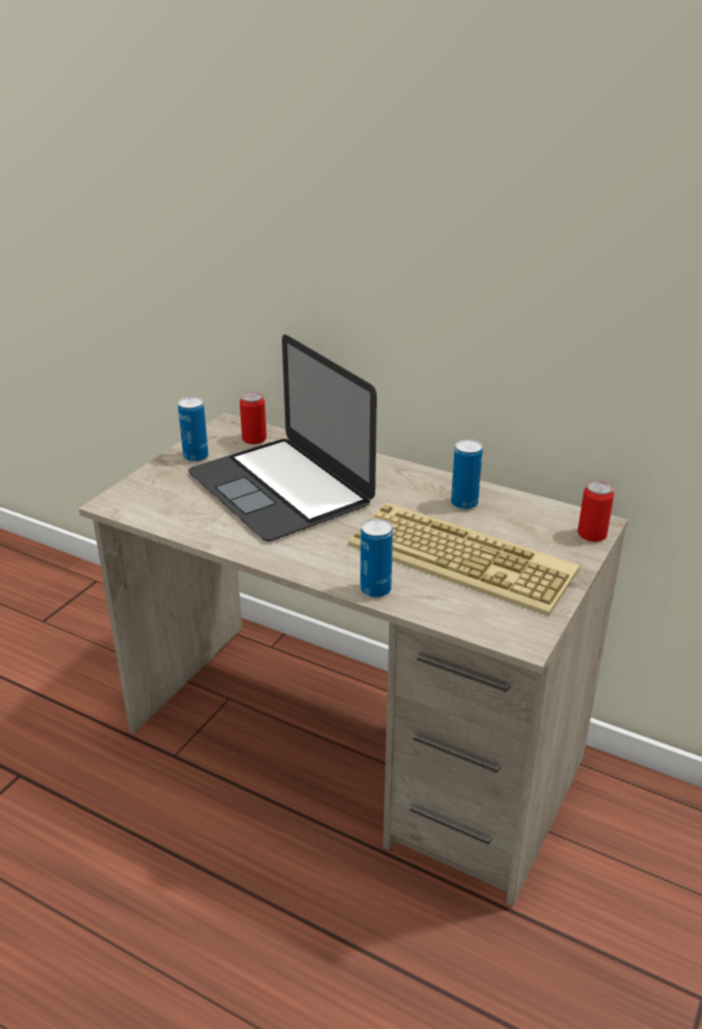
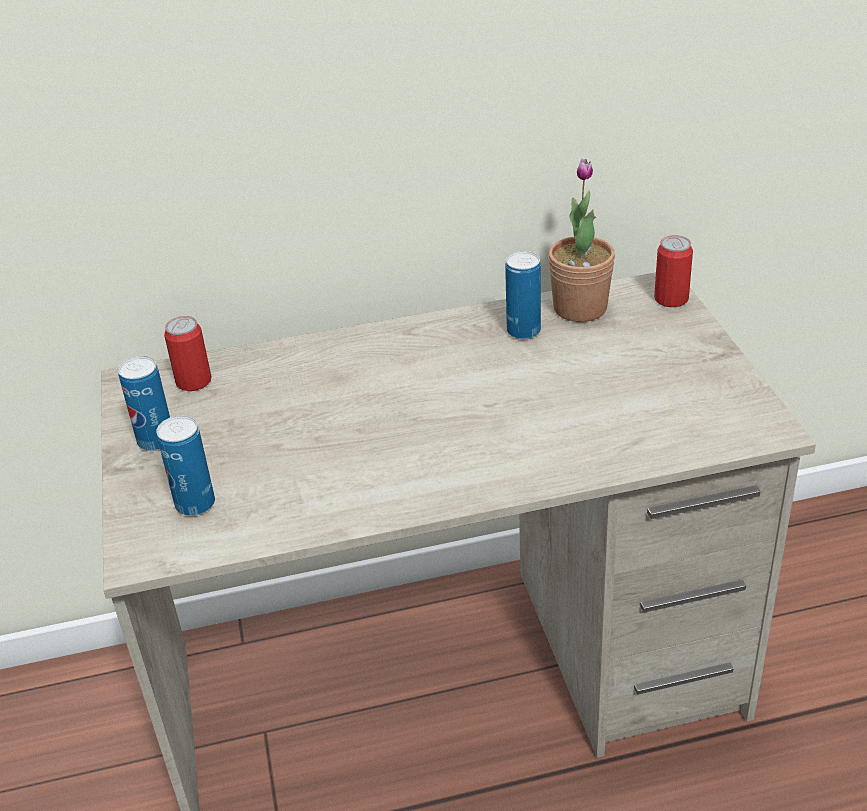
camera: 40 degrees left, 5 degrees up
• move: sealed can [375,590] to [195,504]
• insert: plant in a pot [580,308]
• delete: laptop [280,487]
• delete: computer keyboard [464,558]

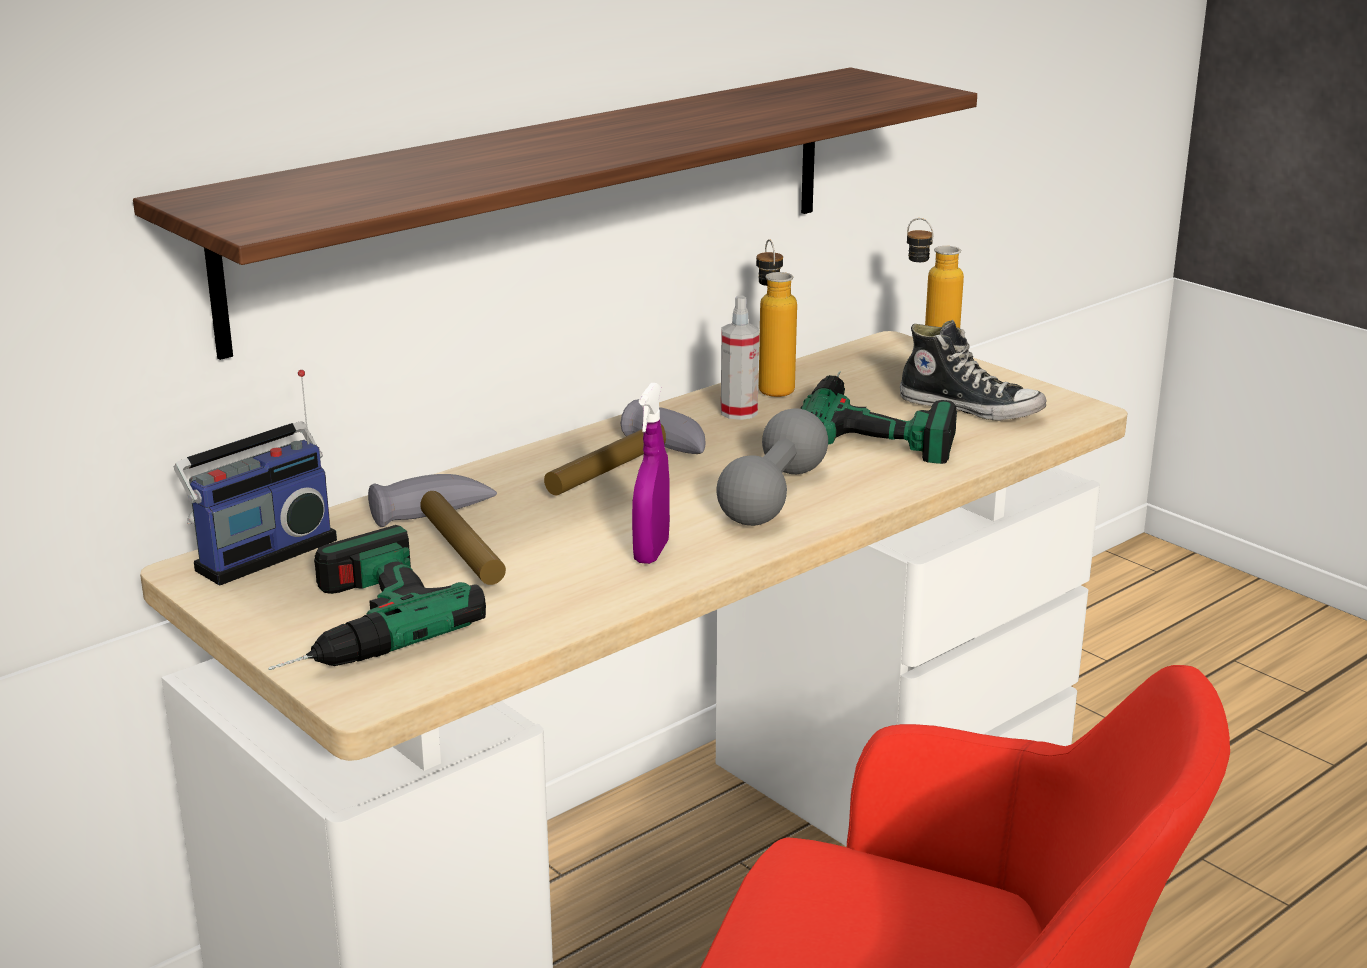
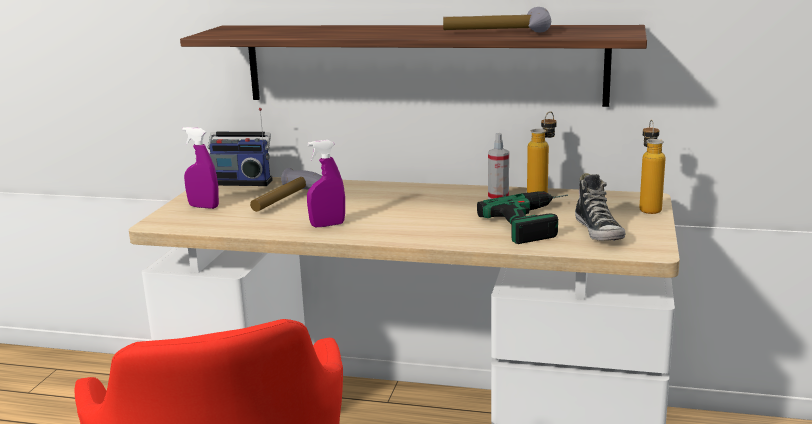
camera: 55 degrees right, 5 degrees down
• replace: power drill [347,625] to purple-coloured hand sprayer [203,207]
• move: hand hammer [625,472] to [497,34]
• delete: grey dumbbell [773,496]

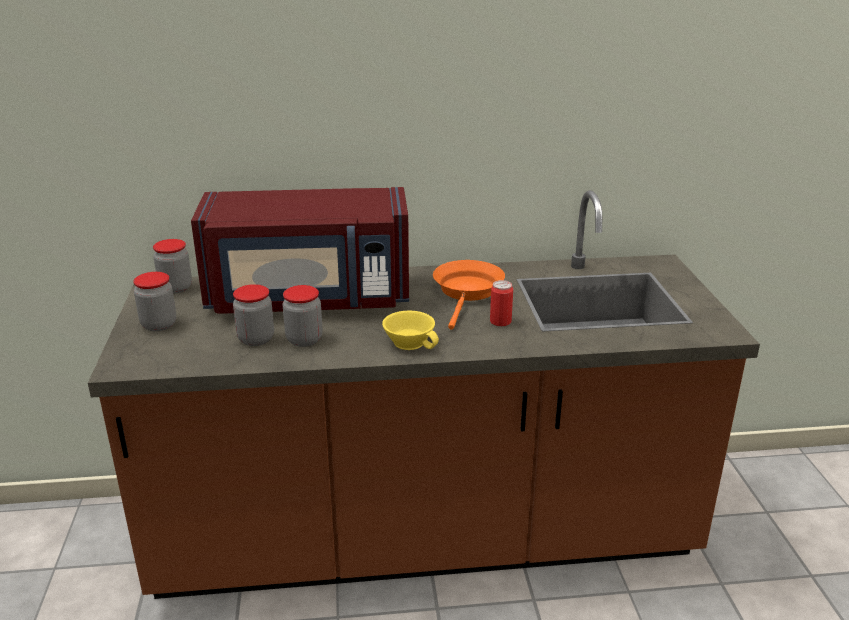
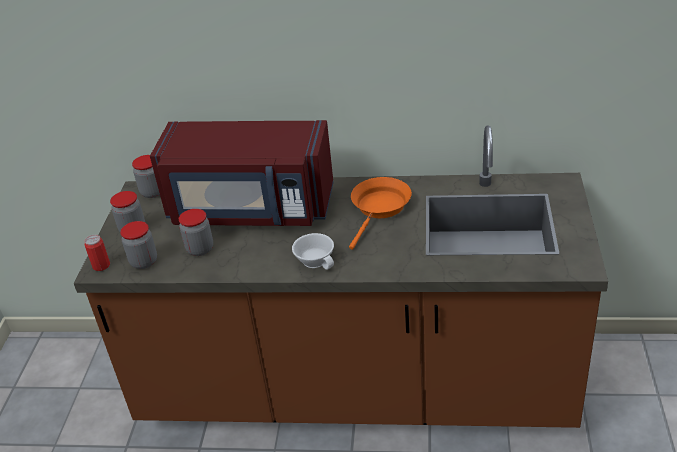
camera: 15 degrees right, 10 degrees up
• move: sealed can [500,321] to [101,265]
• move: storage jar [304,340] to [144,262]
• recolor: yellow-coloured cup [411,342] to whitish cup [316,260]

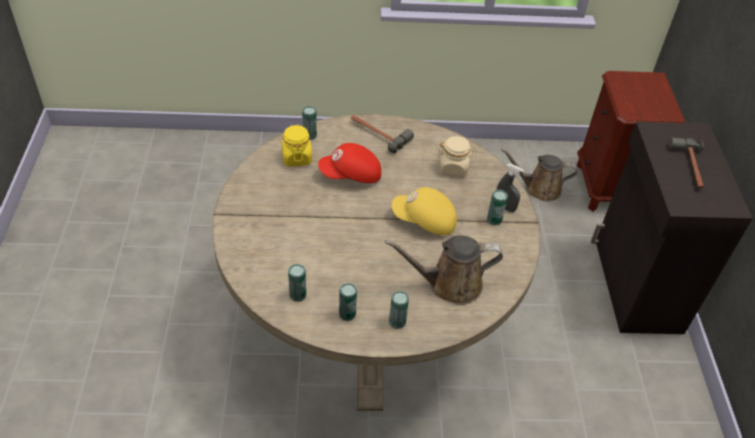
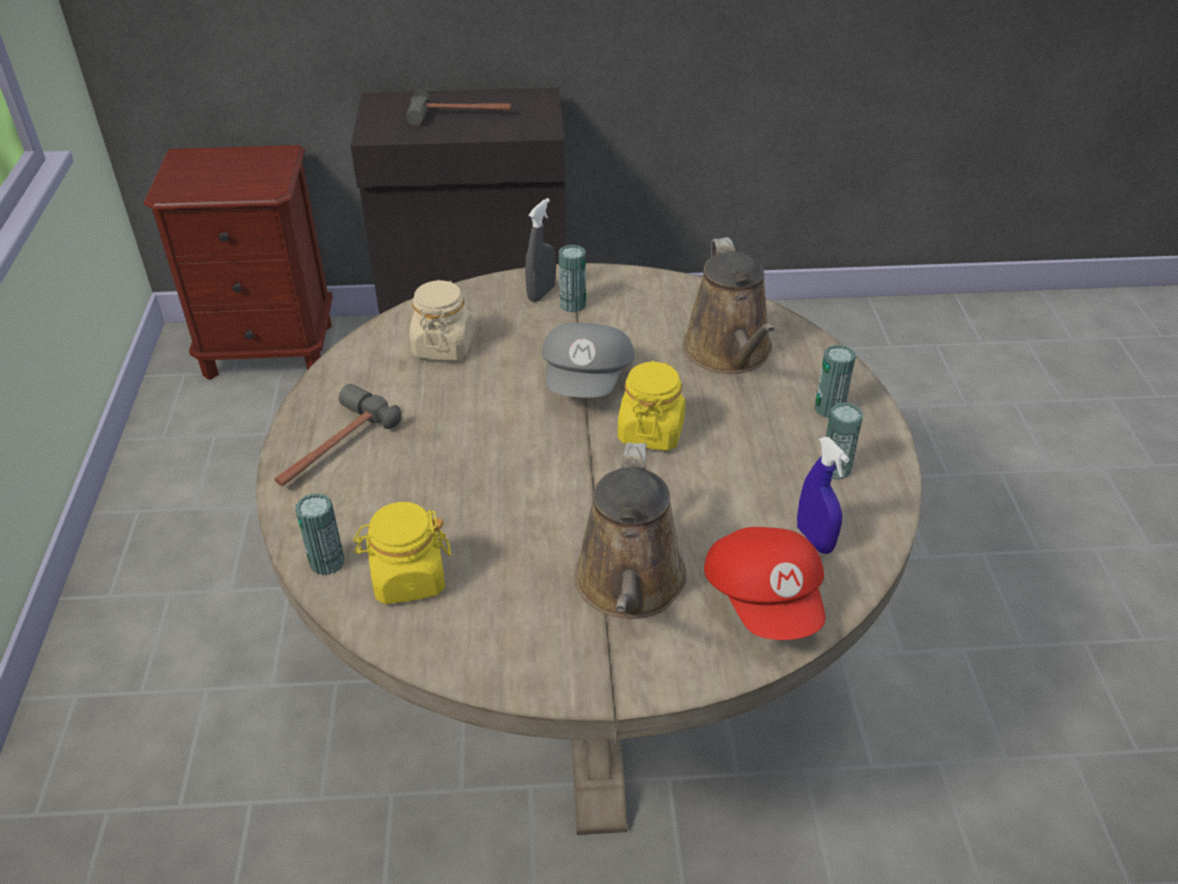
camera: 90 degrees left, 5 degrees down
• recolor: yellow-coloured baseball cap [424,221] to grey baseball cap [588,381]
• move: brown sprinkling can [539,188] to [629,586]
• insert: yellow-coloured storage jar [651,431]
• move: reddish baseball cap [351,175] to [766,599]
• replace: sealed can [297,295] to blue-coloured hand sprayer [814,539]

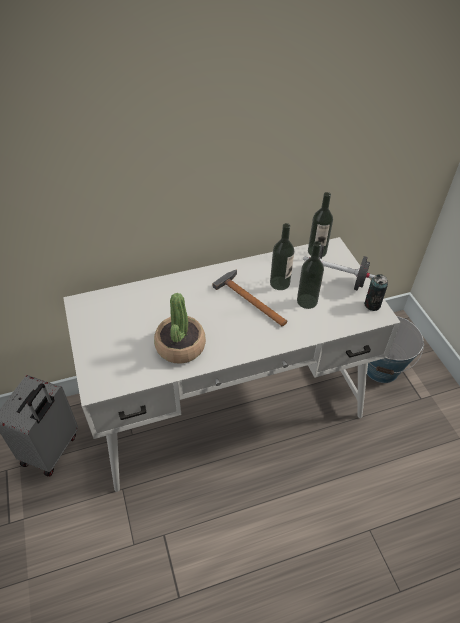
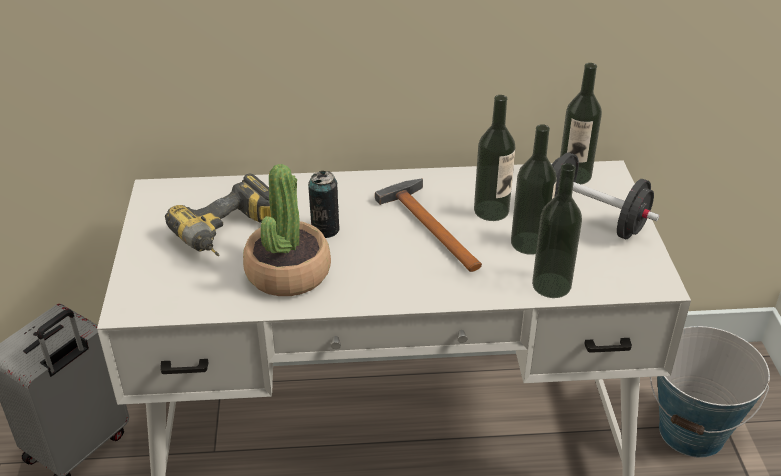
camera: 15 degrees right, 10 degrees down
• insert: power drill [230,235]
• move: sealed can [372,305] to [325,229]
• insert: bottle [551,285]

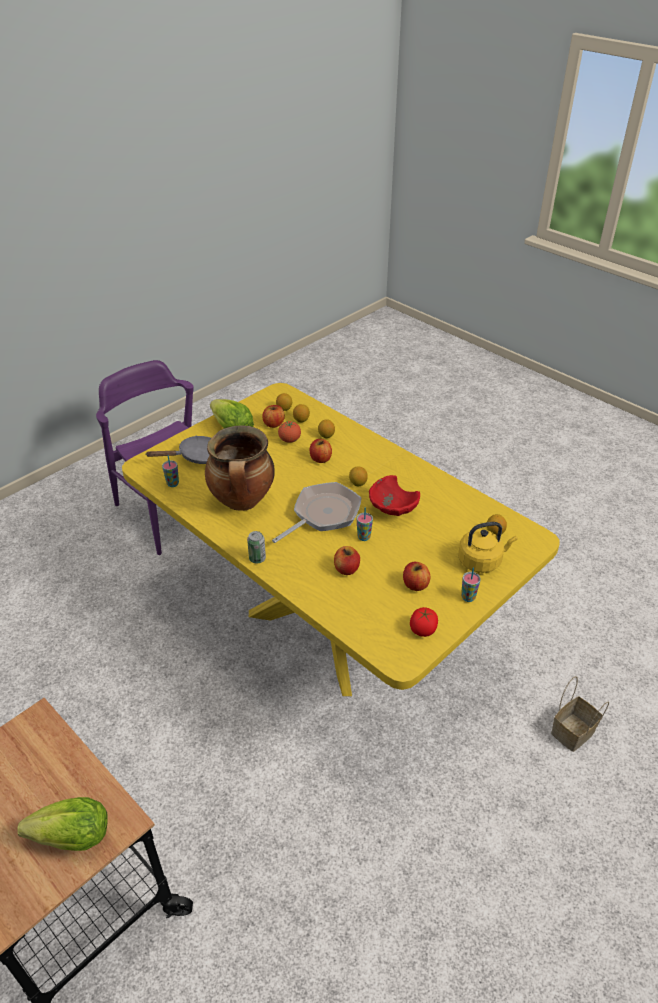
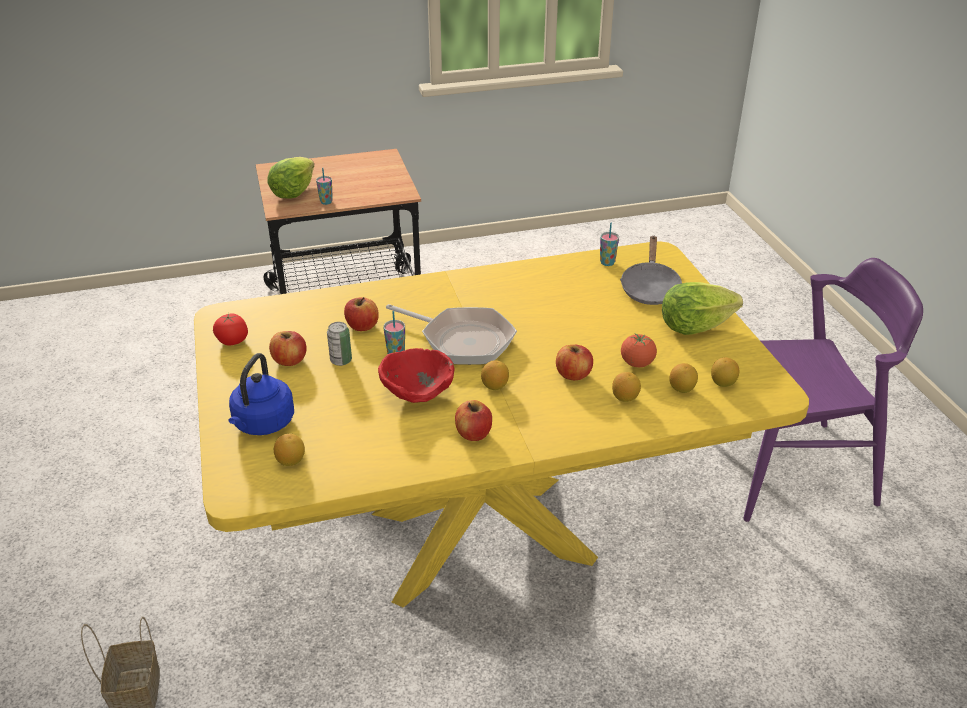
camera: 120 degrees right, 5 degrees down
• recolor: yellow-coloured water kettle [481,561] to blue-coloured water kettle [262,424]
• move: cup [468,597] to [326,202]
• move: sealed can [257,558] to [341,360]
• rotate: frying pan [323,514] = [462,340] 45 degrees counterclockwise
• move: apple [273,424] to [473,434]
• delete: saucepot [243,502]

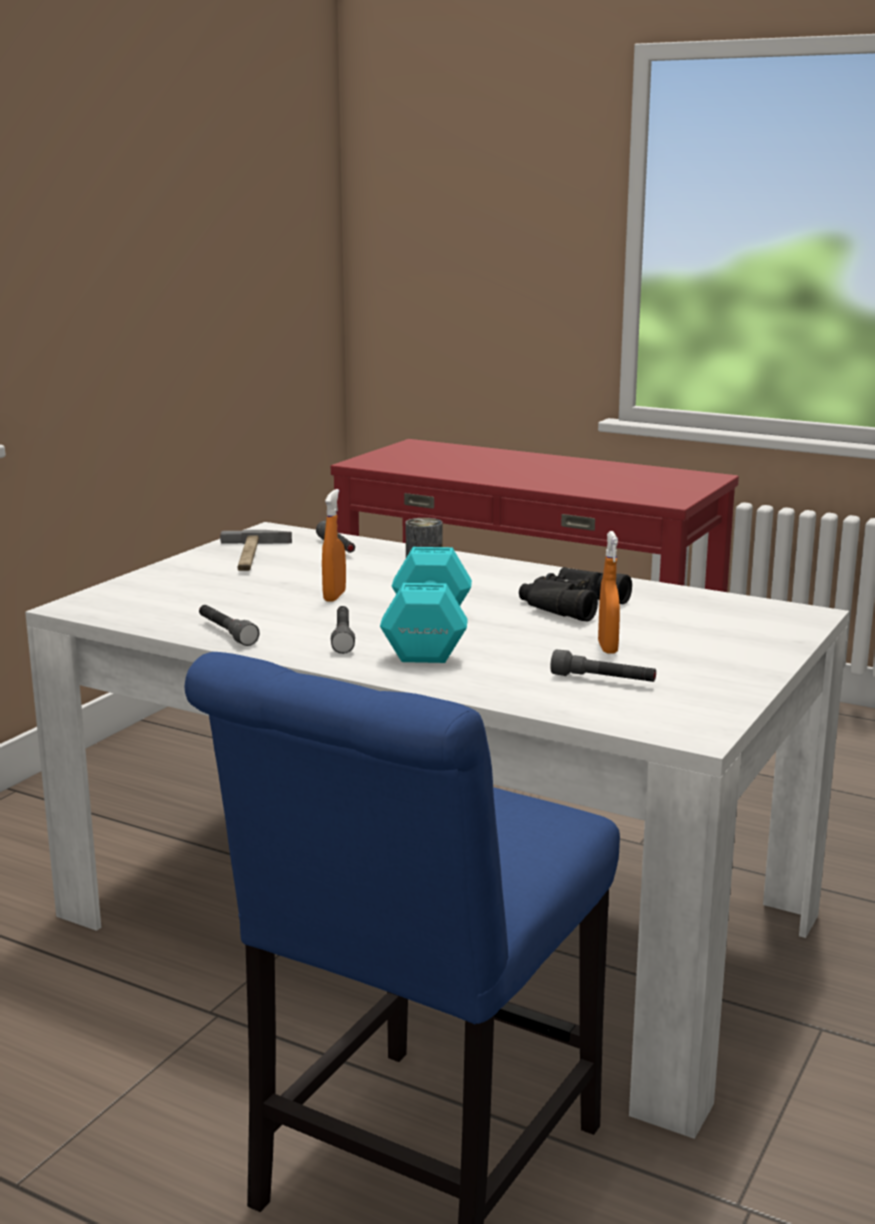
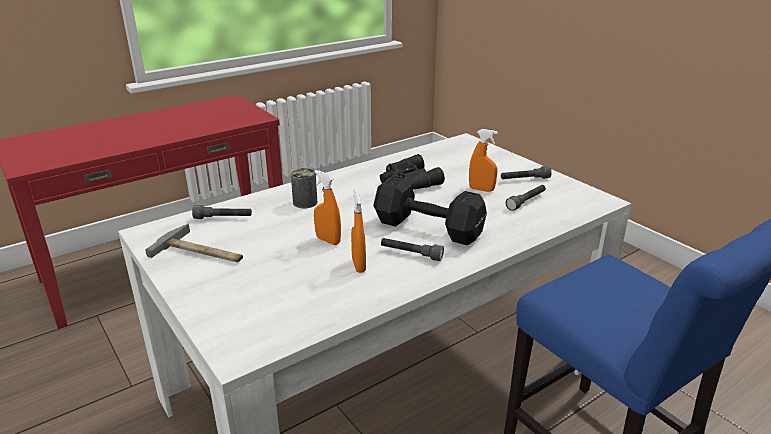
camera: 65 degrees left, 10 degrees up
• insert: orange hand sprayer [358,265]
• recolor: blue-green dumbbell [430,634] to blackish dumbbell [426,227]
• move: grey torch [226,633] to [524,179]

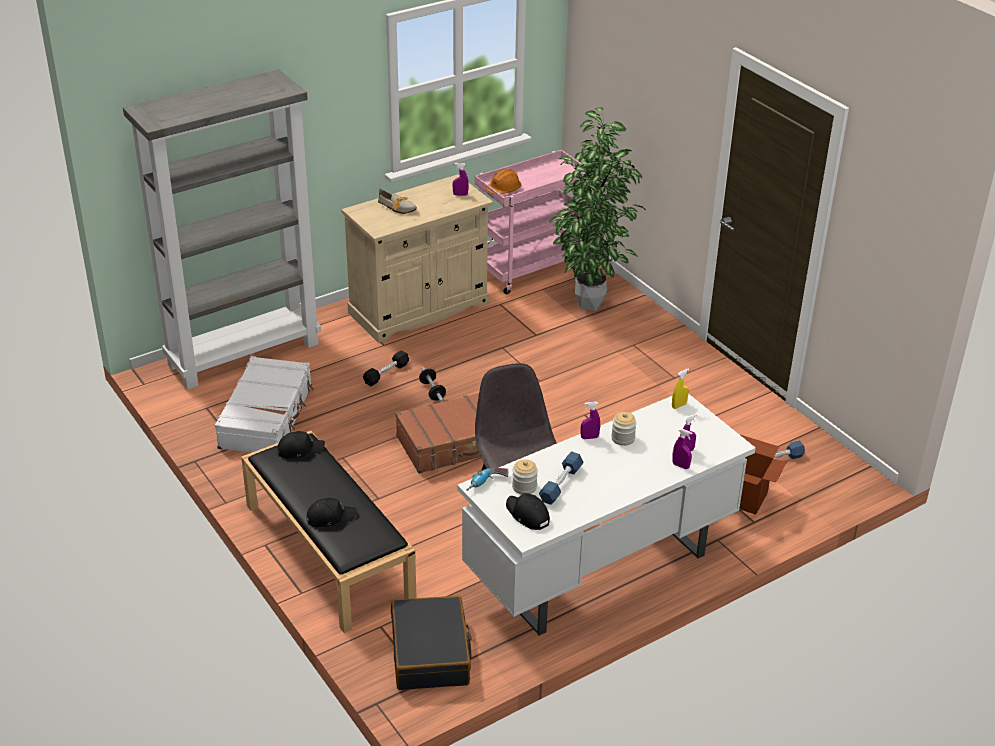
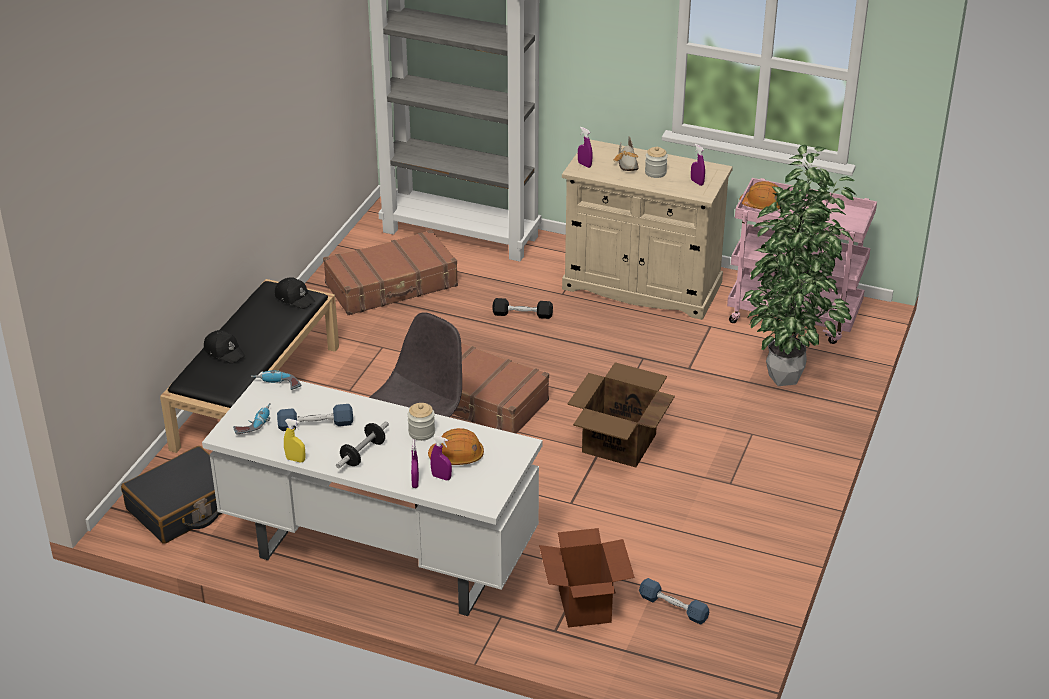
camera: 55 degrees right, 0 degrees up
• replace: blackish baseball cap [527,515] to power drill [254,424]
• move: yellow-coloured hand sprayer [679,405] to [295,459]
• recolor: whitish travel case [267,417] to brown travel case [392,285]
• move: dumbbell [432,391] to [363,453]
• insert: orange hard hat [457,456]
• insert: packing box [618,443]
• move: purple-coloured hand sprayer [589,437] to [584,165]
• move: storage jar [524,487] to [655,172]

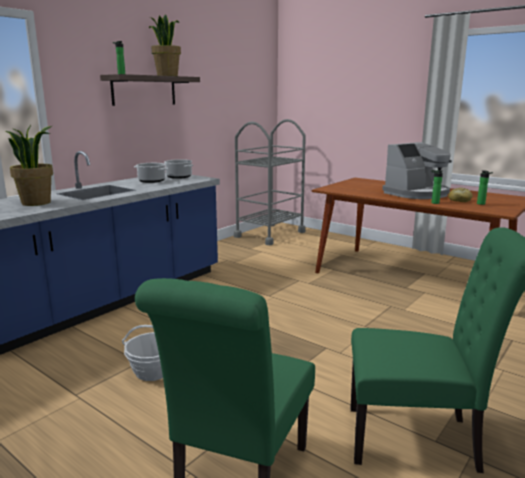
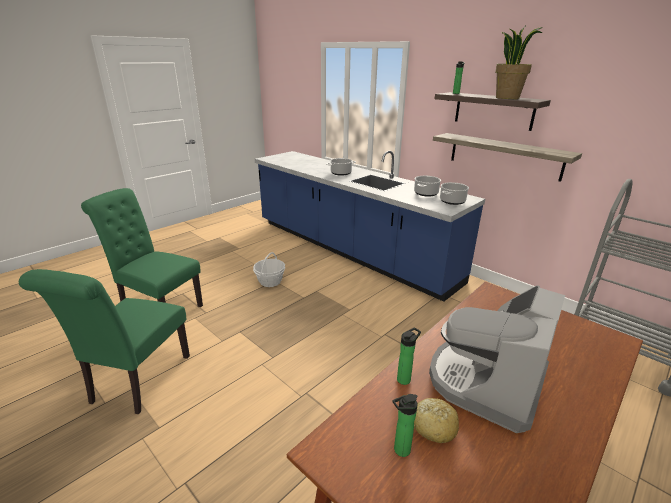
camera: 95 degrees right, 10 degrees up
• replace: plant in a pot [36,203] to saucepot [341,173]
• rotate: coffee machine [417,194] = [487,381] 60 degrees clockwise
• insert: wall shelf [504,156]

